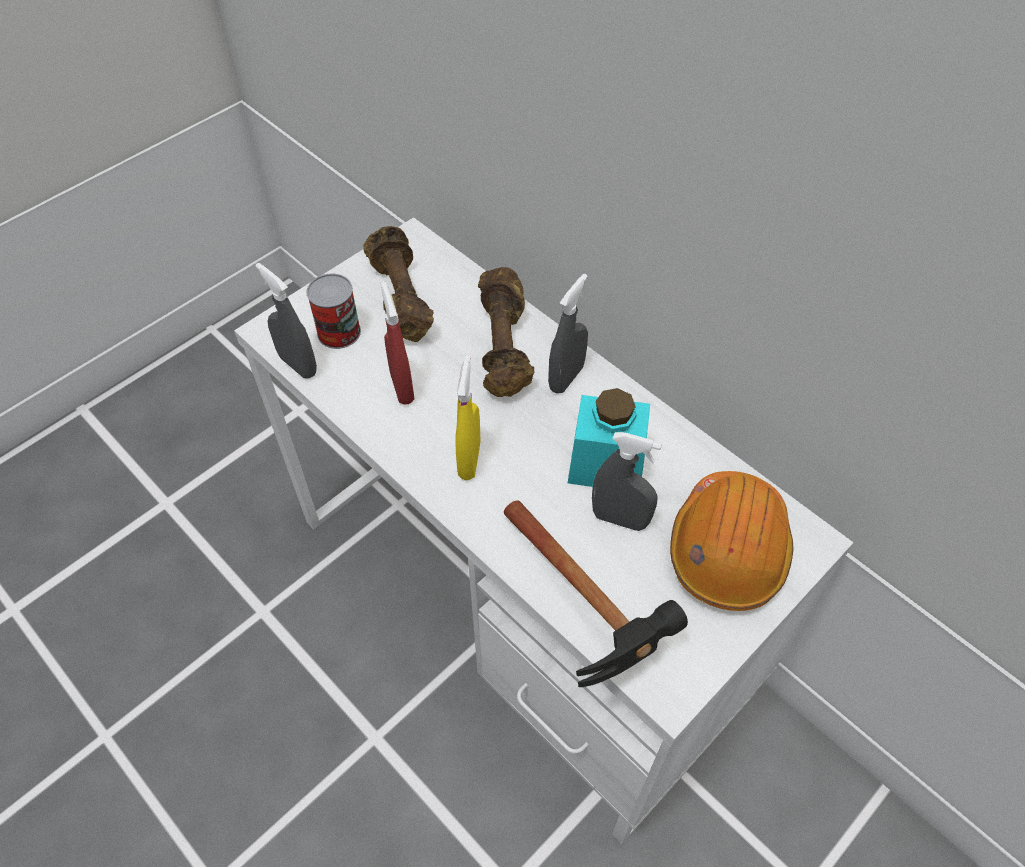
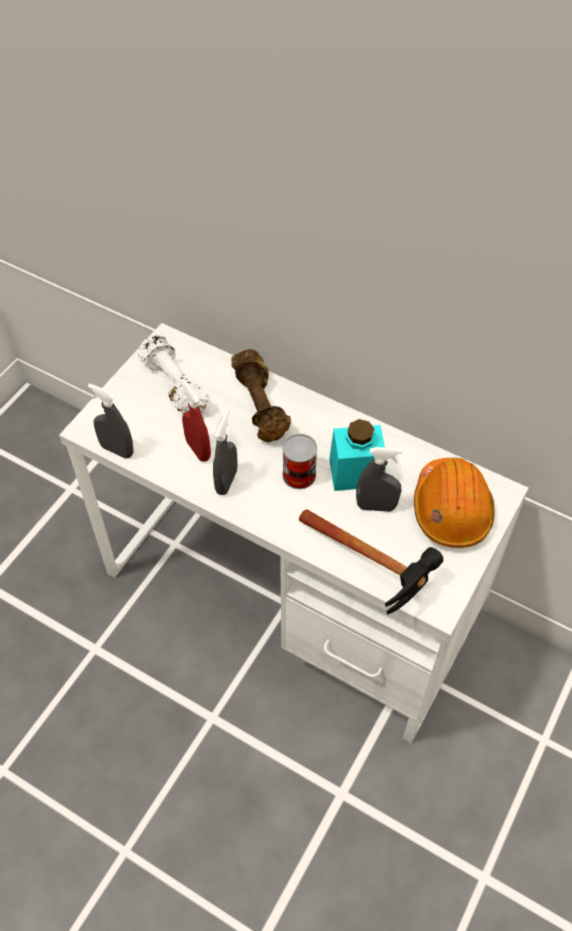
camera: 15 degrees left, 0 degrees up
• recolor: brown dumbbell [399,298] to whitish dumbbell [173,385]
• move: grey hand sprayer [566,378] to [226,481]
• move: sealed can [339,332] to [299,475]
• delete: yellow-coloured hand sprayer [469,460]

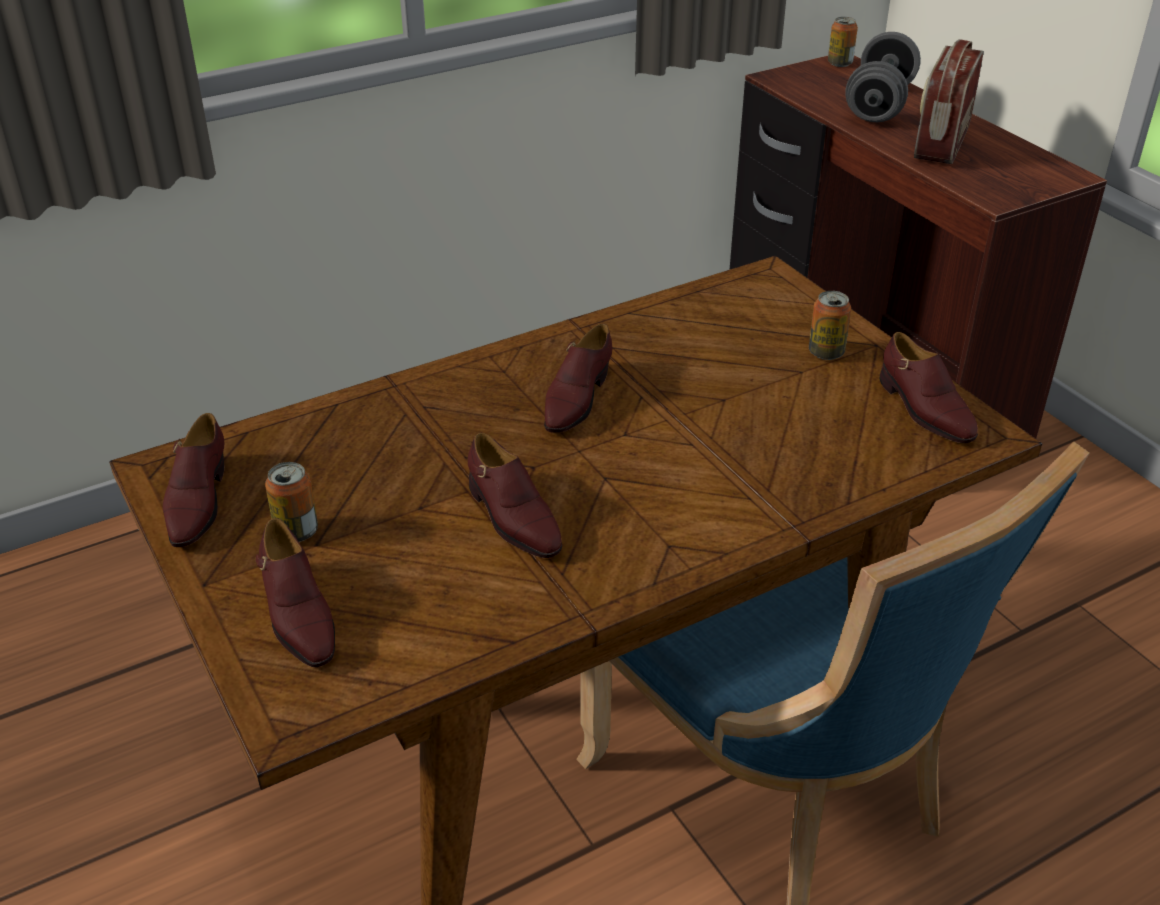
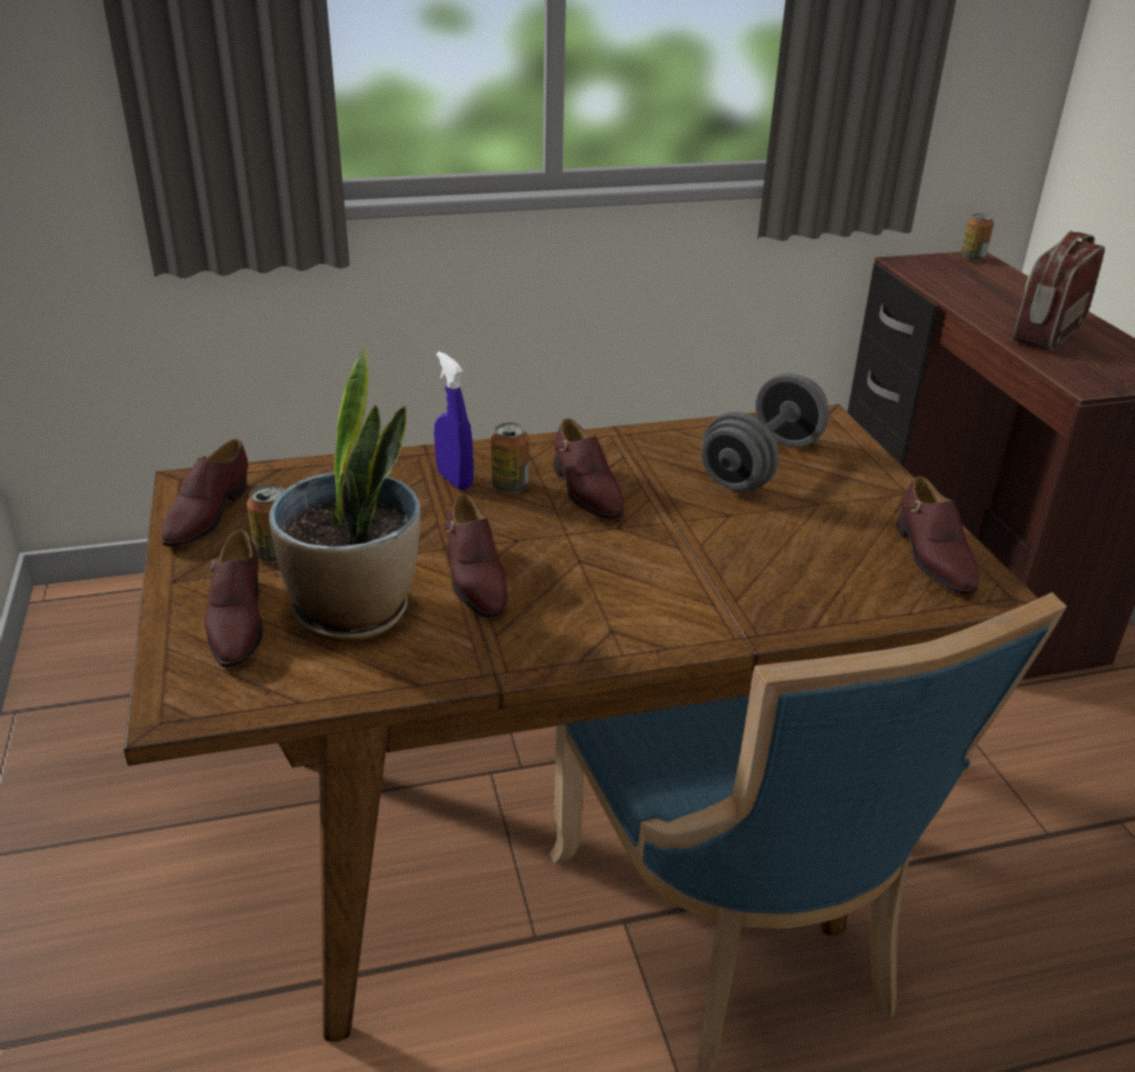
camera: 15 degrees right, 5 degrees down
• insert: plant in a pot [355,612]
• insert: blue-coloured hand sprayer [454,480]
• move: sealed can [826,352] to [510,486]
• rotate: brown shoe [576,399] = [586,491] 60 degrees counterclockwise
• move: grey dumbbell [879,105] to [762,465]

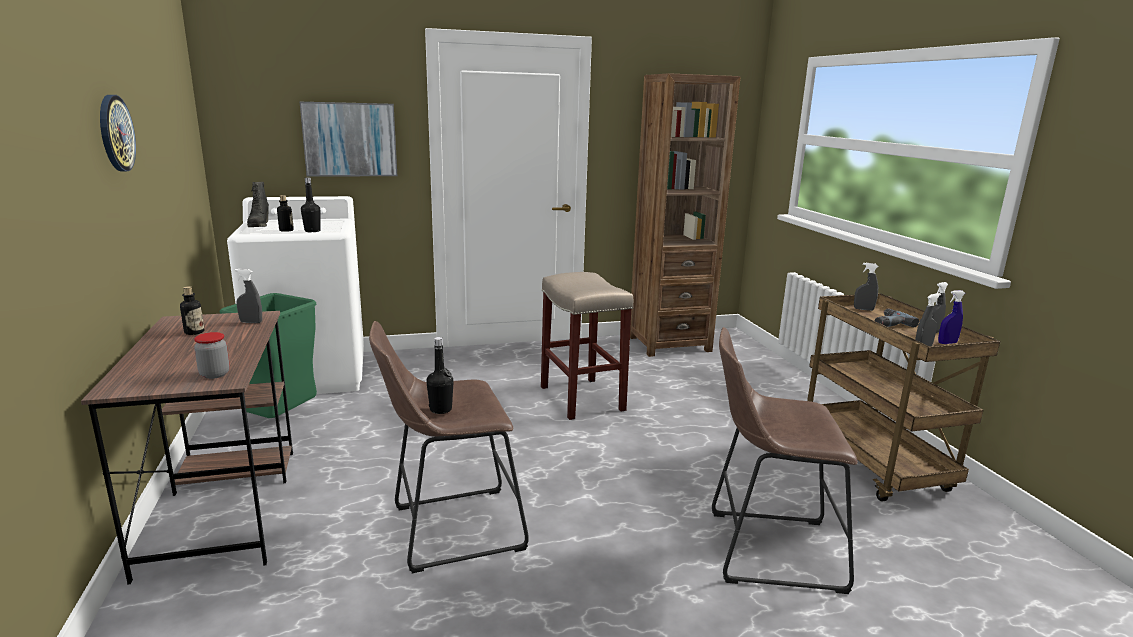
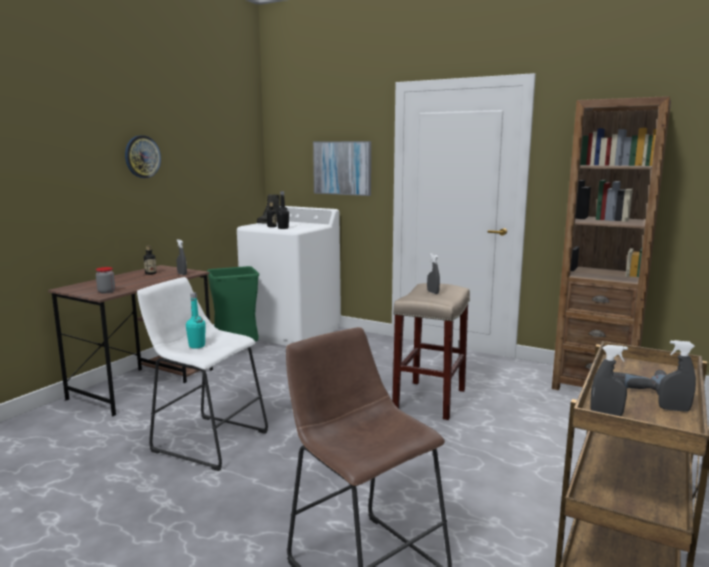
camera: 45 degrees right, 5 degrees down
• recolor: brown stool seat [449,529] to whitish stool seat [206,440]
• recolor: blackish bottle [441,409] to blue-green bottle [197,346]
• move: grey hand sprayer [863,309] to [432,292]
• delete: blue-coloured hand sprayer [947,343]

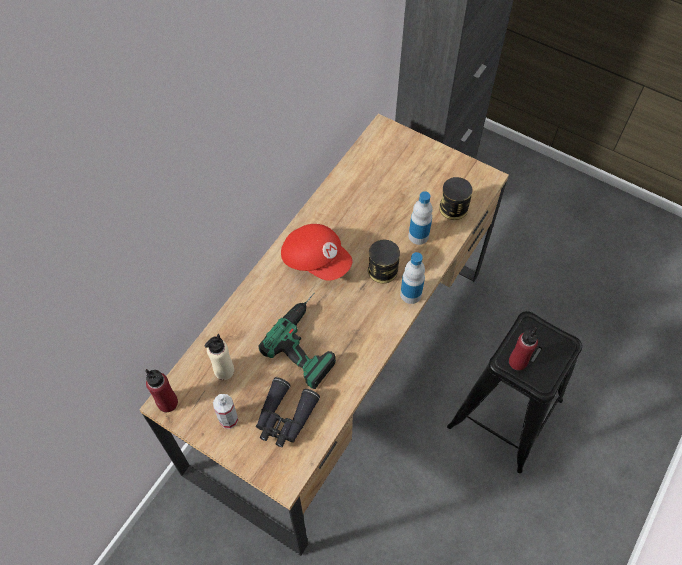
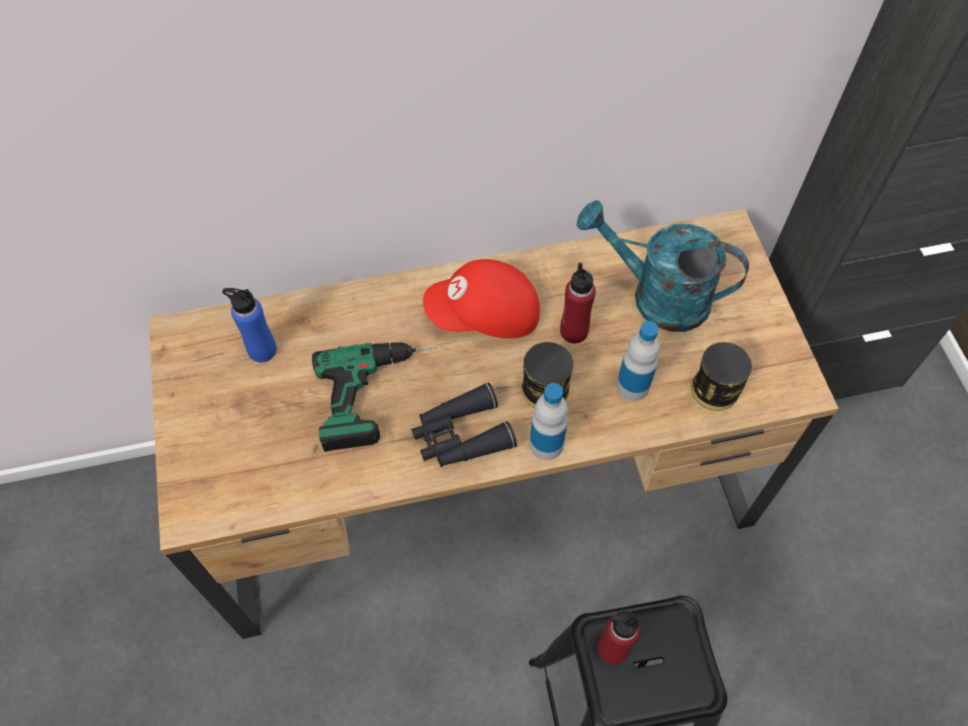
camera: 45 degrees right, 0 degrees up
• recolor: beige bottle [224,371] to blue-coloured bottle [262,350]
• move: blackish pair of binoculars [284,418] to [460,435]
• rotate: reddish baseball cap [316,259] = [485,316] 90 degrees clockwise
• move: reddish bottle [167,403] to [574,331]
• insert: blue-green sprinkling can [656,296]
• delete: hand sprayer [228,419]

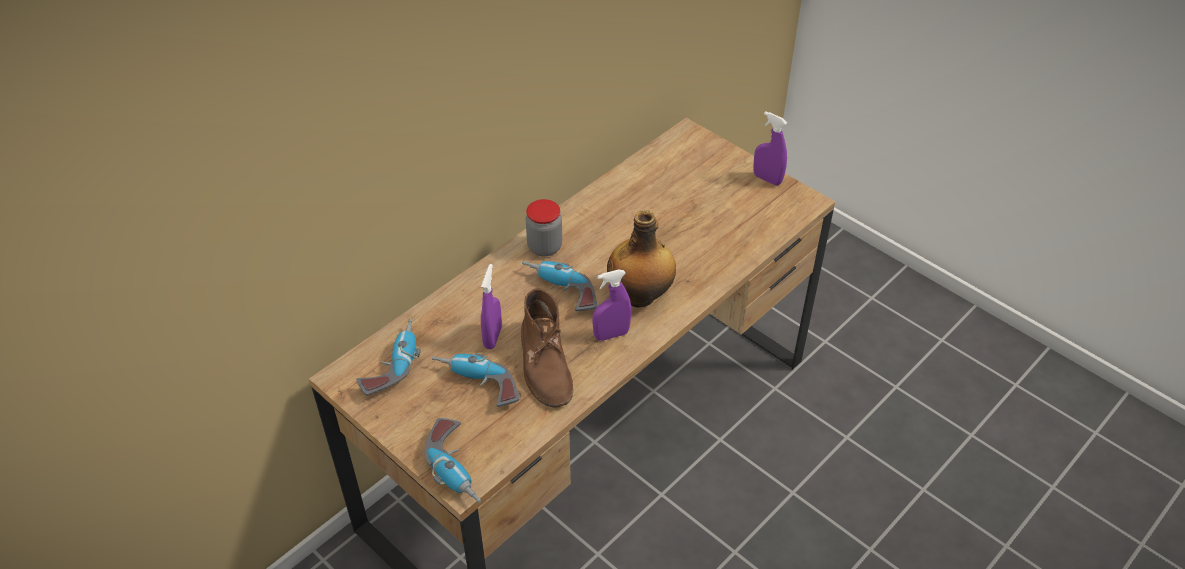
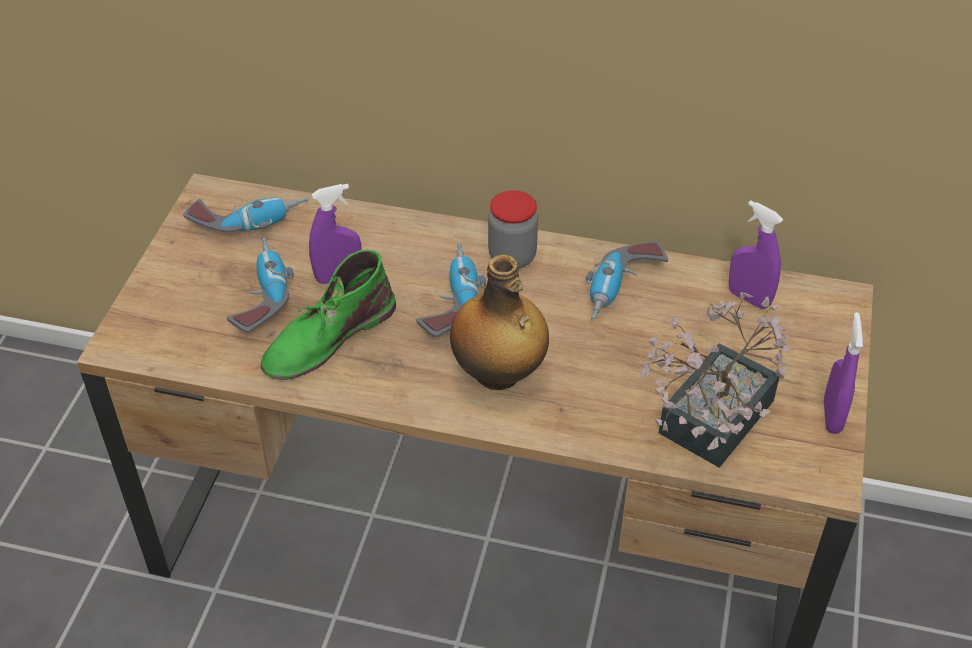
camera: 60 degrees right, 0 degrees up
• recolor: brown boot [545,364] to greenish boot [327,337]
• move: power drill [458,468] to [622,291]
• insert: plant in a pot [707,425]
• move: purple-coloured hand sprayer [611,334] to [749,298]

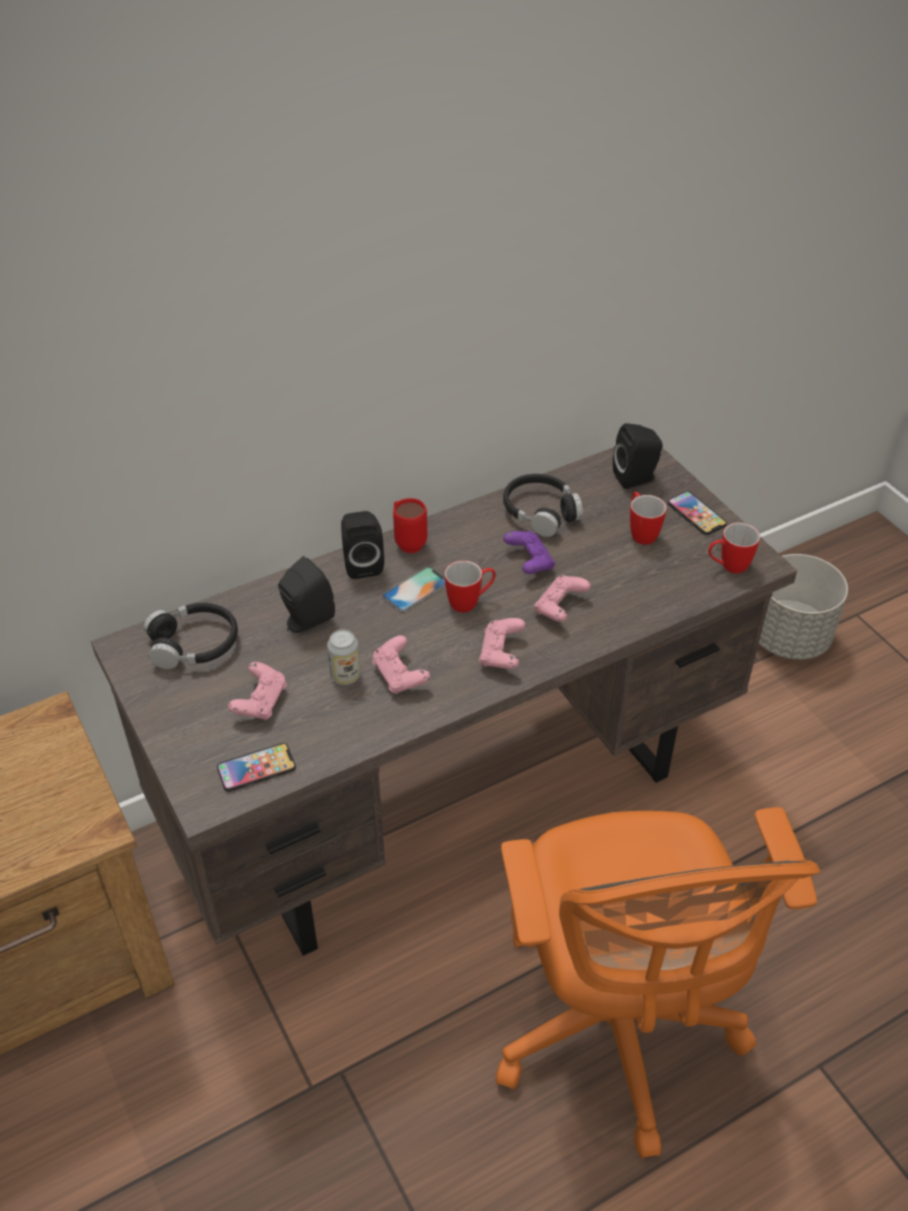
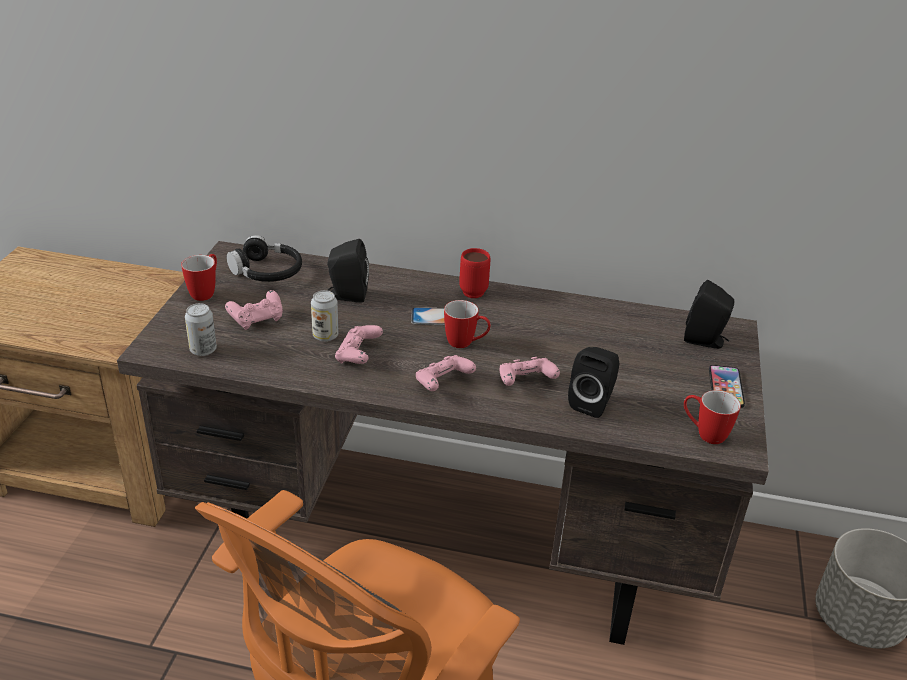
camera: 40 degrees right, 10 degrees down
• move: coffee mug [640,532] to [206,292]
• replace: handset [256,768] to sealed can [203,350]
• move: blackish loudspeaker [362,563] to [592,402]
• delete: blackish headphones [540,512]
• delete: purple-coloured game controller [529,562]

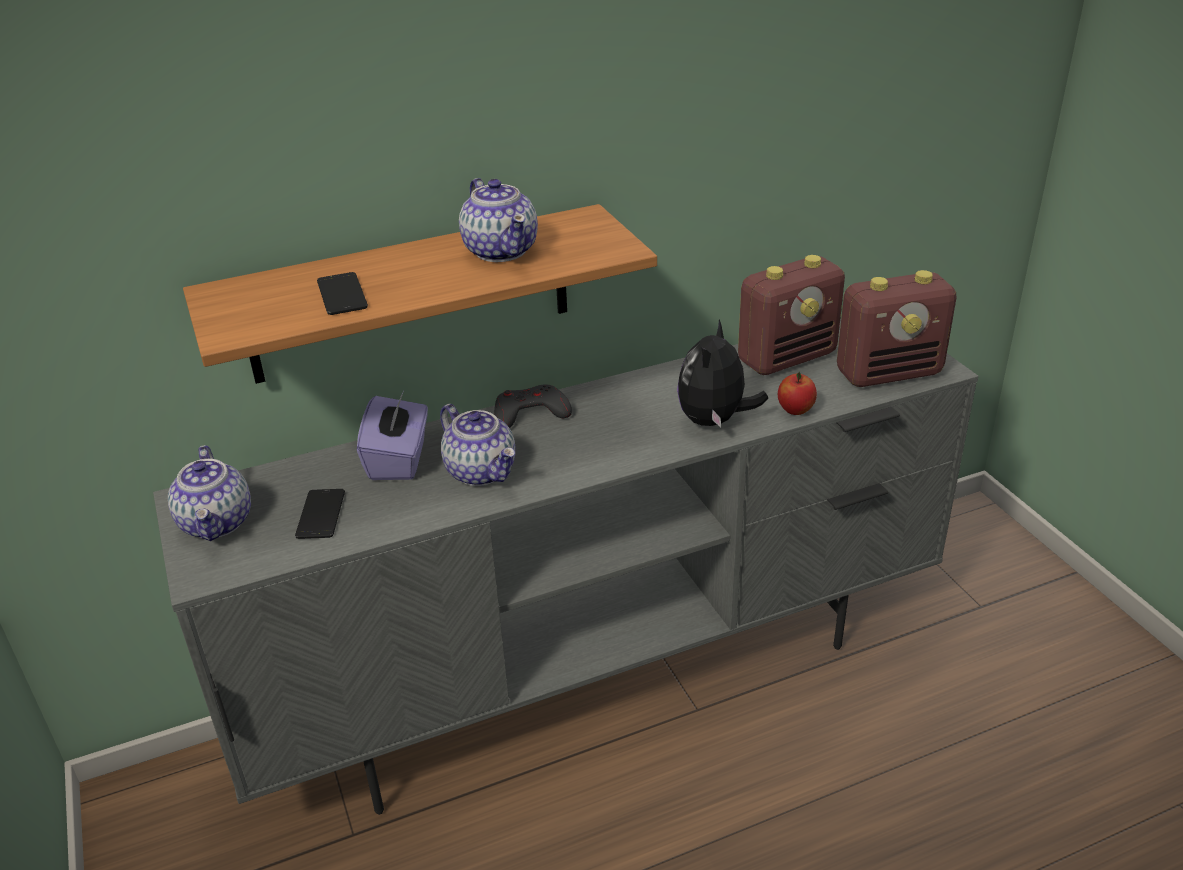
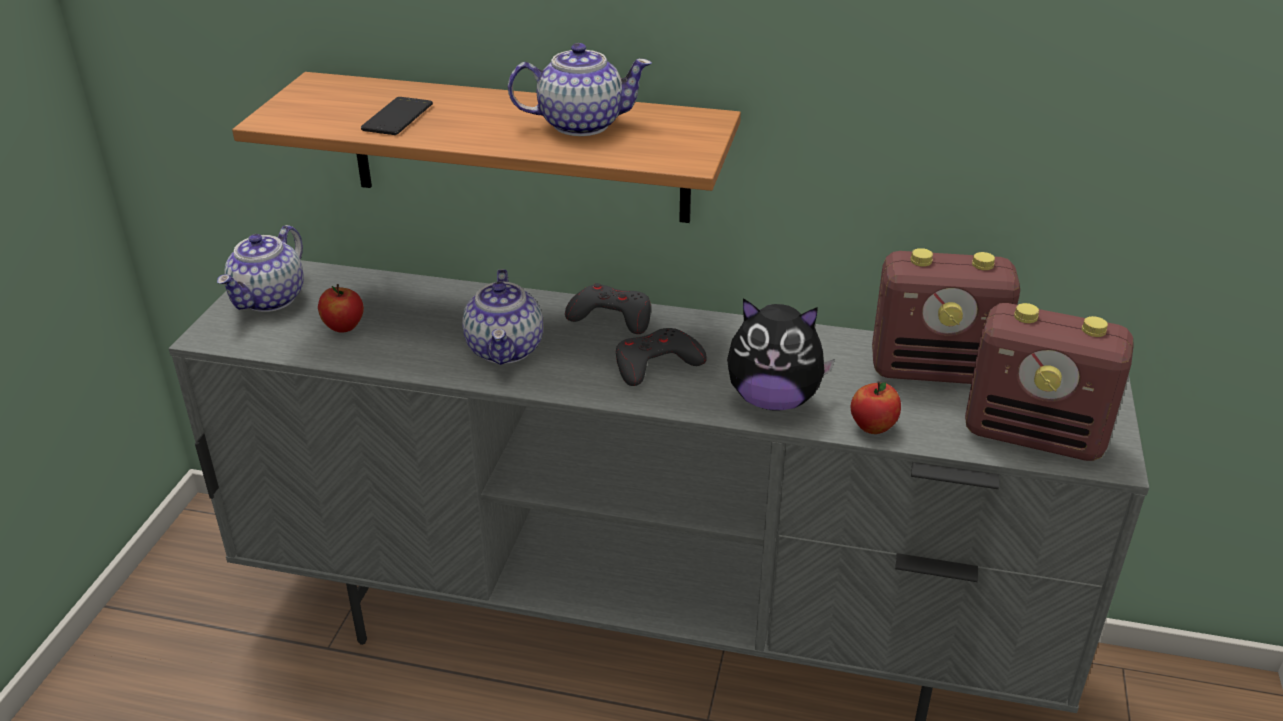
camera: 35 degrees right, 0 degrees up
• replace: handset [320,514] to apple [344,327]
• rotate: tea pot [501,250] = [580,124] 105 degrees counterclockwise
• insert: grey game controller [656,363]
• rotate: plush toy [715,421] = [773,400] 135 degrees counterclockwise
• delete: purple-coloured tissue holder [399,459]

